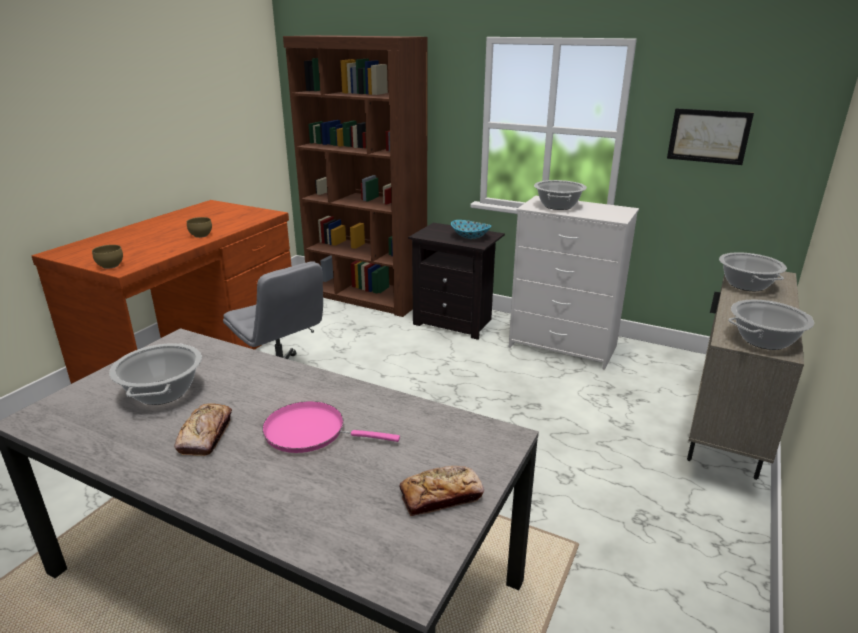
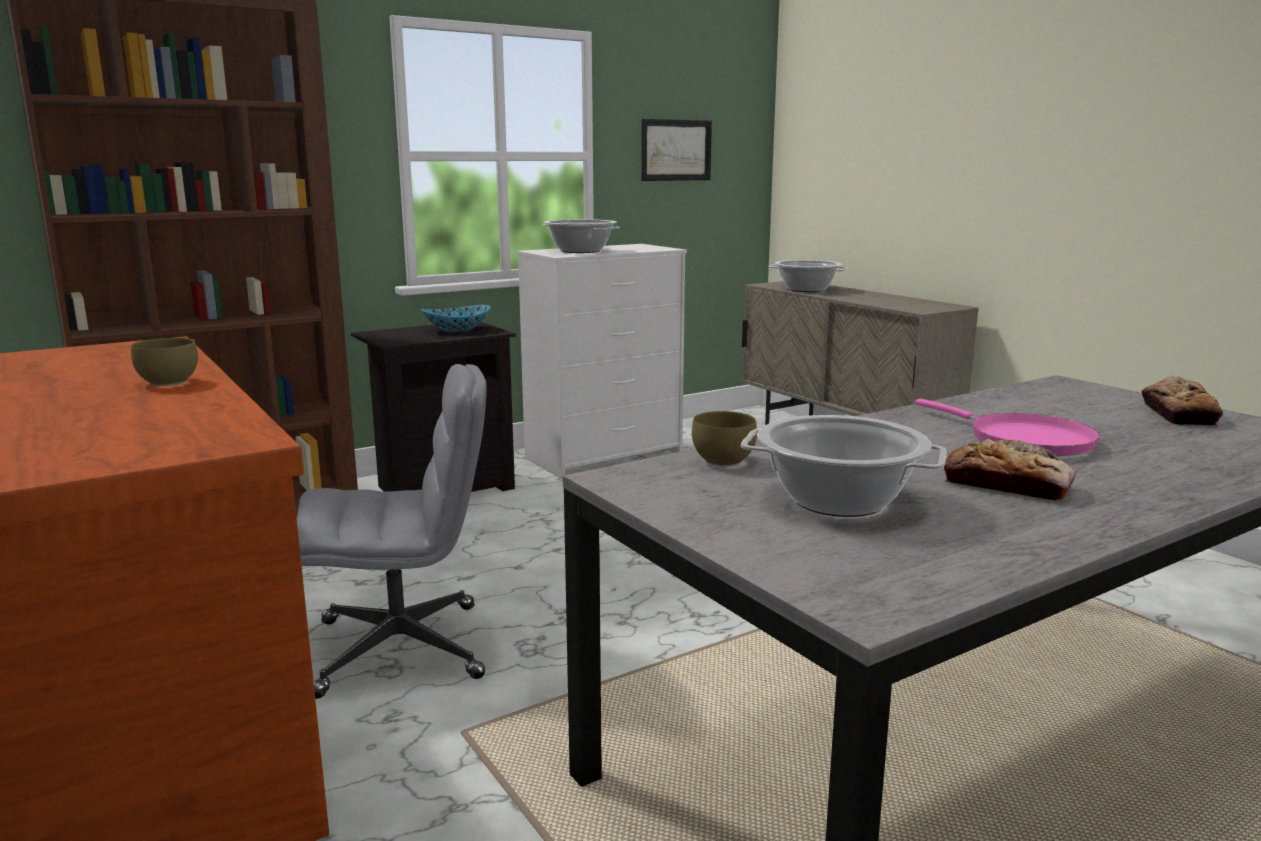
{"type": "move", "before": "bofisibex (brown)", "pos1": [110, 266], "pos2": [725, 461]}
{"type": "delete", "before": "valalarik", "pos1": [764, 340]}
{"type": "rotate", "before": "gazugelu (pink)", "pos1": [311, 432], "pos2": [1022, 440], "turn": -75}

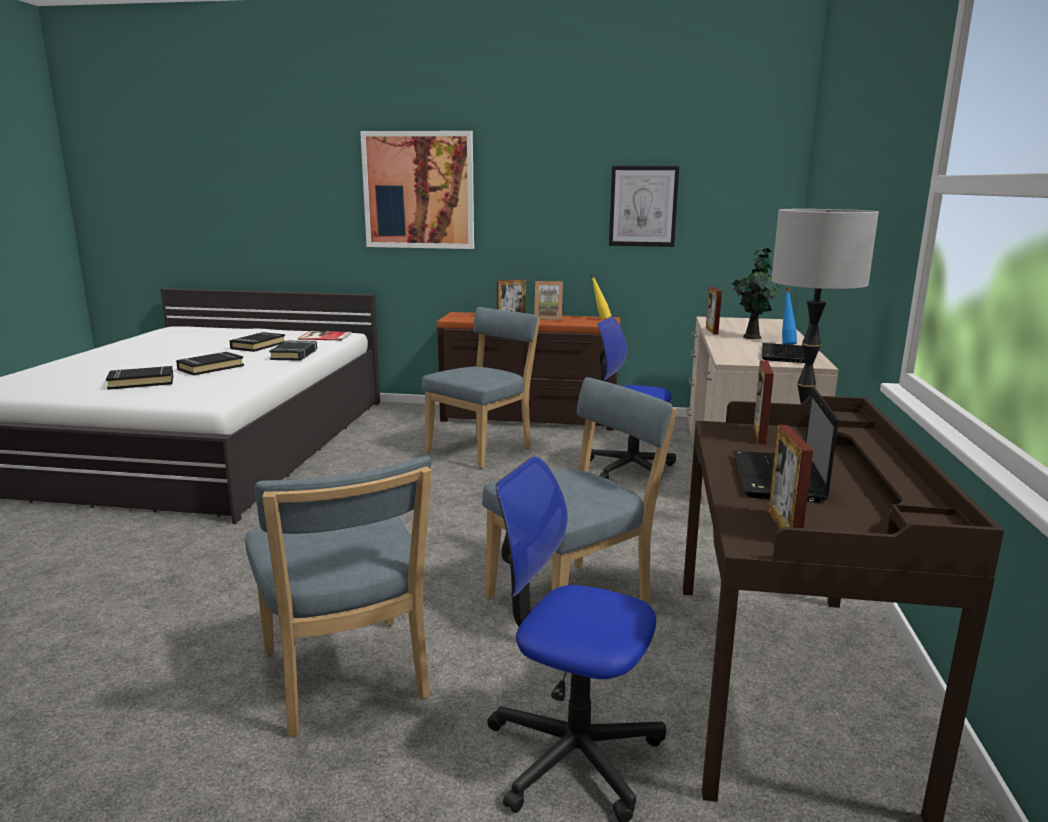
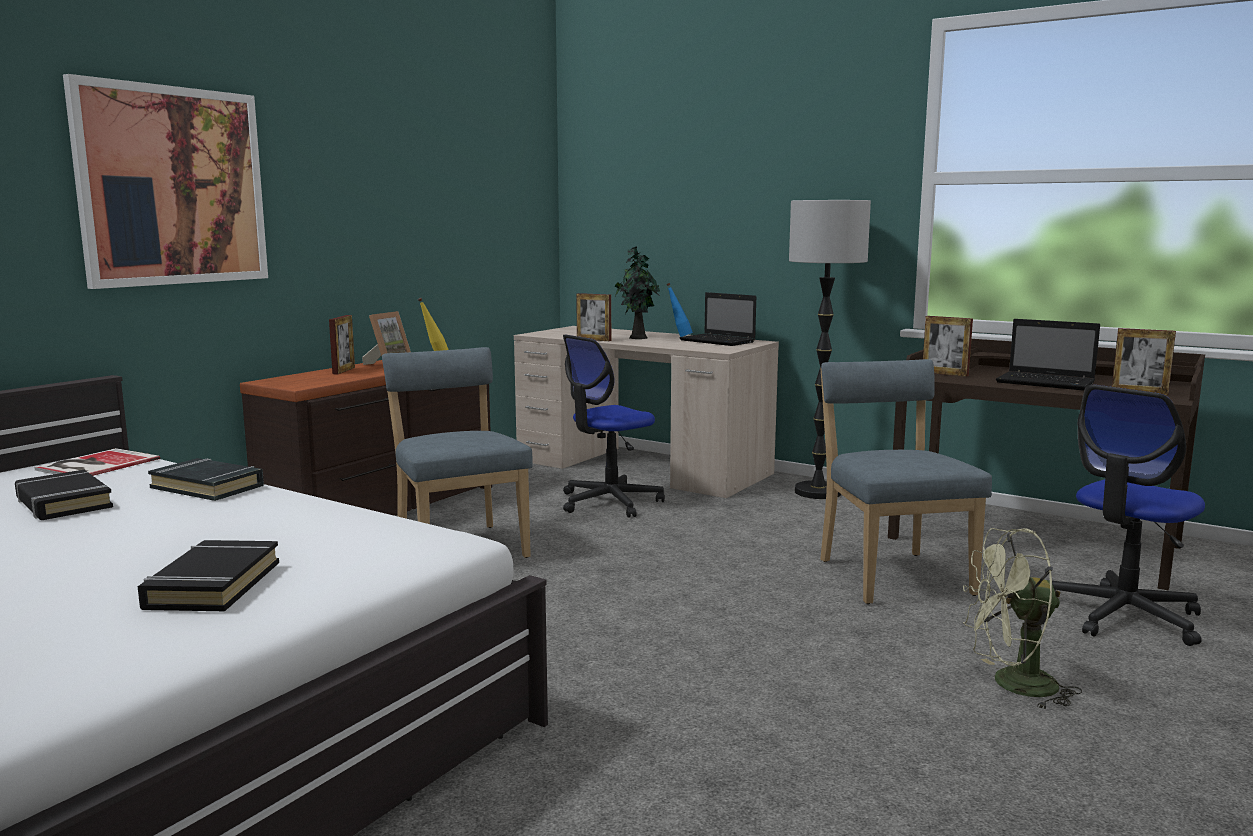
{"type": "delete", "before": "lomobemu", "pos1": [643, 206]}
{"type": "delete", "before": "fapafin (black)", "pos1": [210, 368]}
{"type": "replace", "before": "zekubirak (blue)", "after": "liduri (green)", "pos1": [346, 680], "pos2": [1012, 685]}

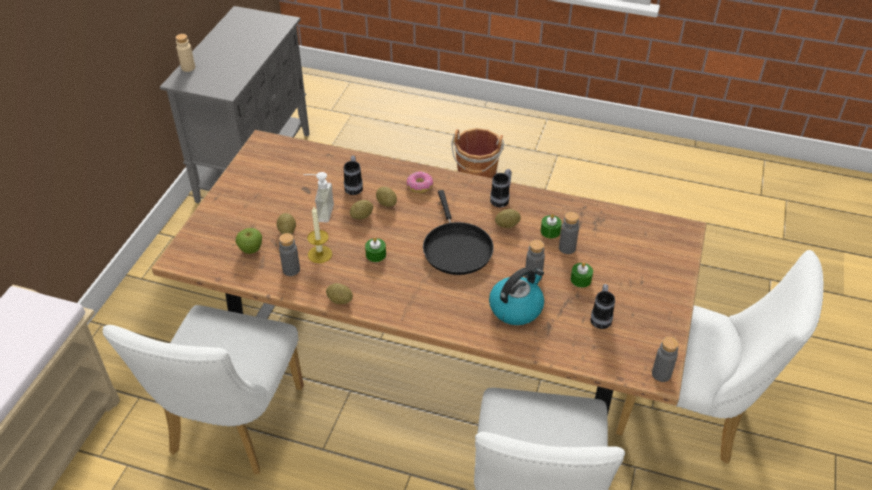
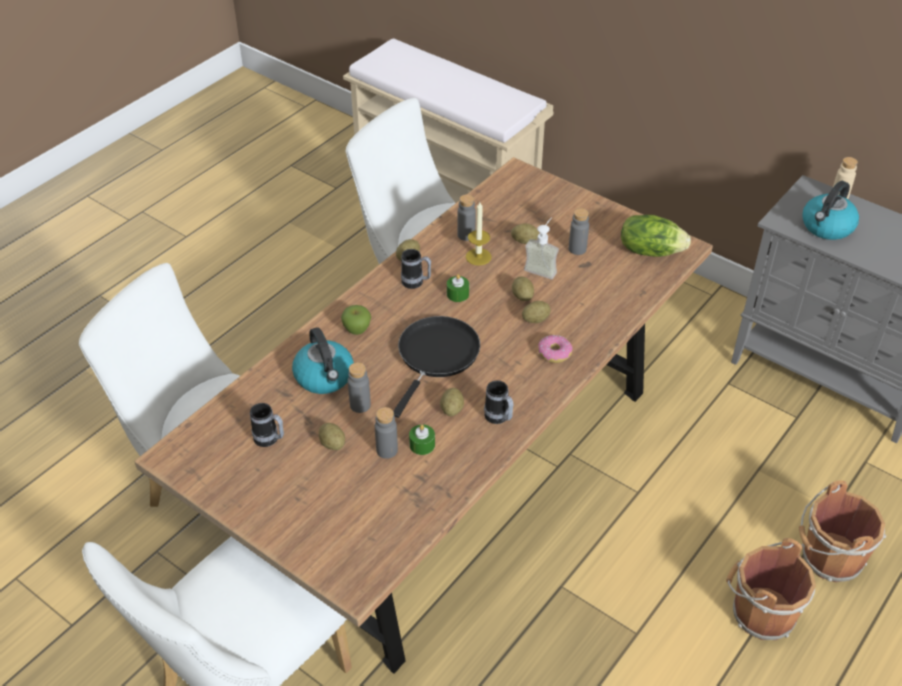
{"type": "move", "before": "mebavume", "pos1": [354, 187], "pos2": [416, 283]}
{"type": "rotate", "before": "gazugelu (black)", "pos1": [456, 248], "pos2": [436, 356], "turn": 105}
{"type": "move", "before": "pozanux", "pos1": [251, 250], "pos2": [357, 330]}
{"type": "replace", "before": "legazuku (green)", "after": "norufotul", "pos1": [581, 279], "pos2": [332, 444]}
{"type": "move", "before": "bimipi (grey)", "pos1": [661, 374], "pos2": [577, 249]}
{"type": "insert", "after": "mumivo", "pos2": [827, 227]}
{"type": "insert", "after": "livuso", "pos2": [650, 250]}
{"type": "insert", "after": "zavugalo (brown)", "pos2": [829, 559]}

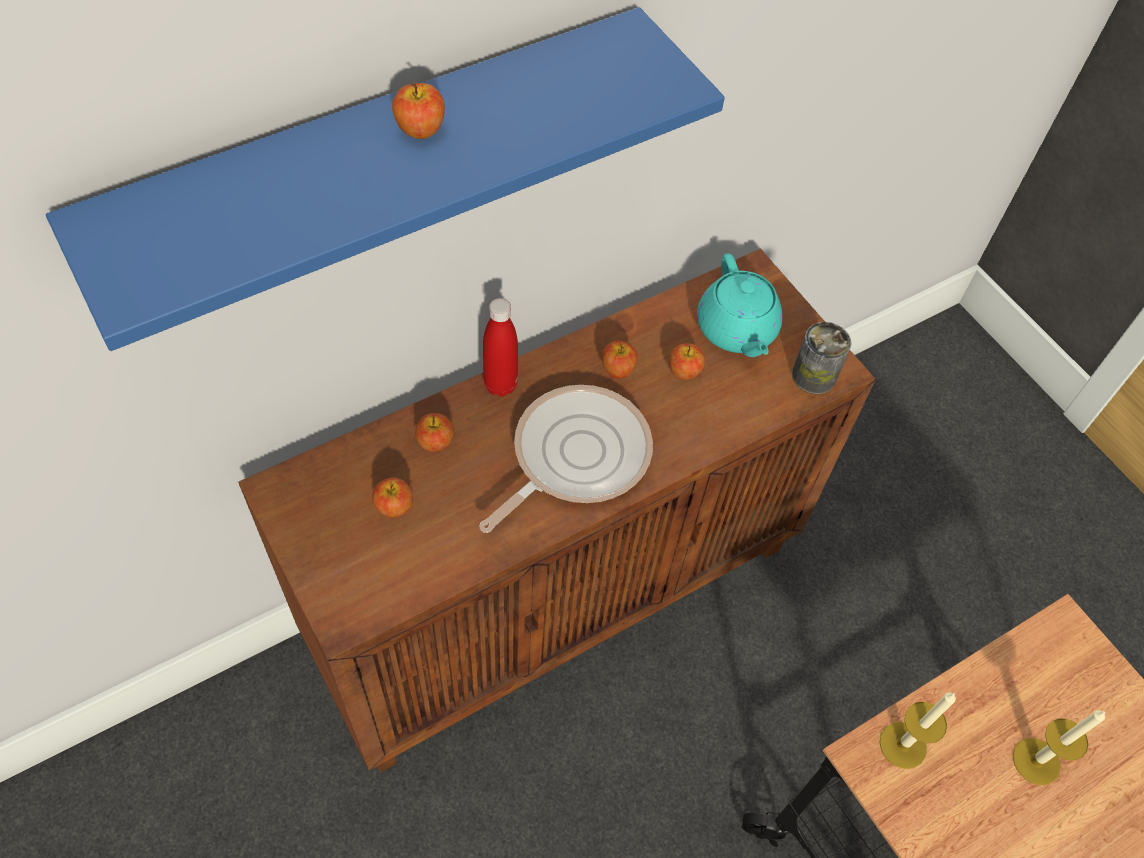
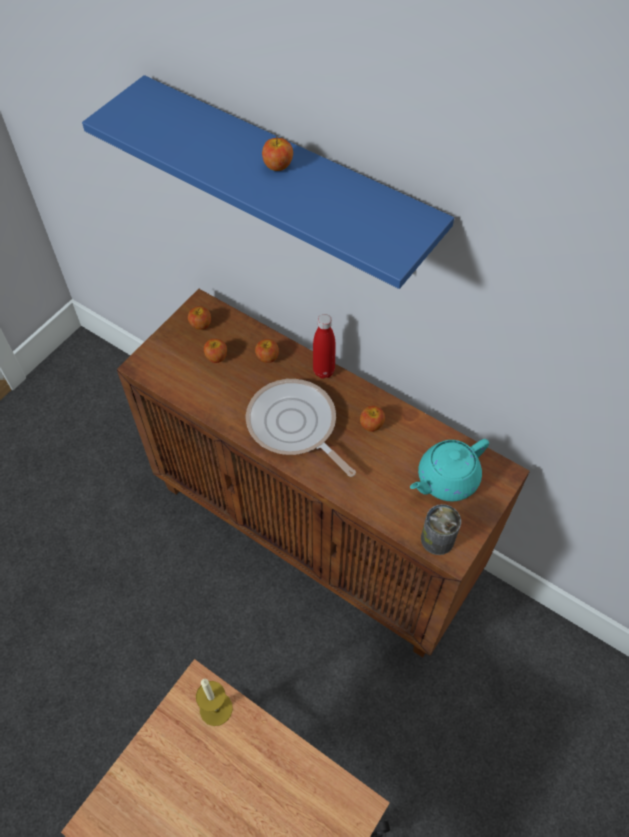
{"type": "move", "before": "pozanux", "pos1": [684, 371], "pos2": [200, 325]}
{"type": "rotate", "before": "gazugelu", "pos1": [574, 456], "pos2": [294, 426], "turn": -150}
{"type": "delete", "before": "legazuku", "pos1": [1036, 761]}

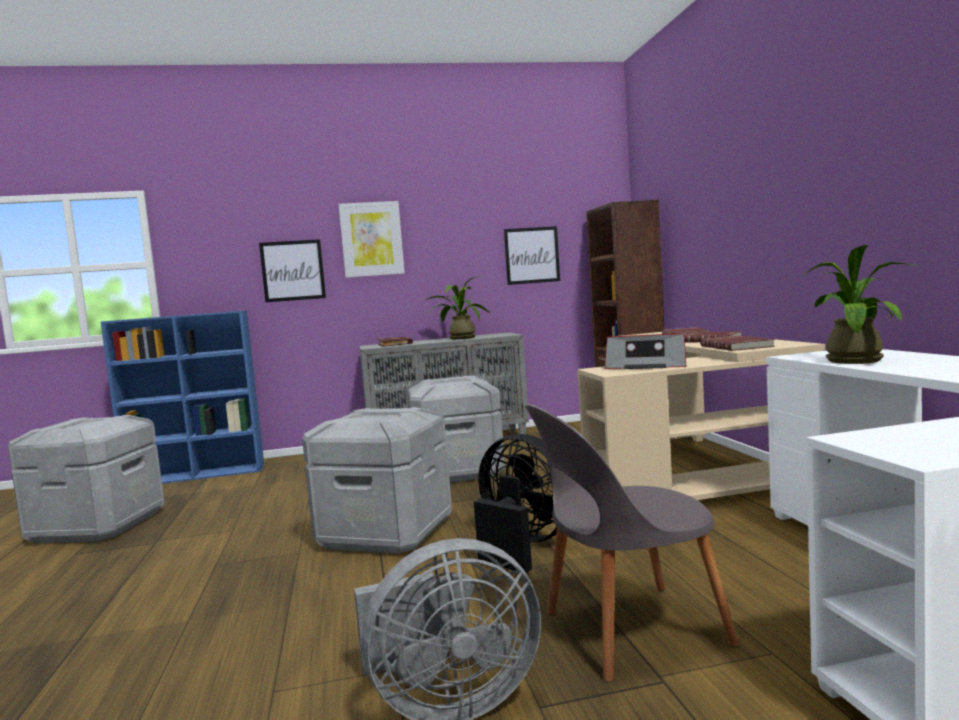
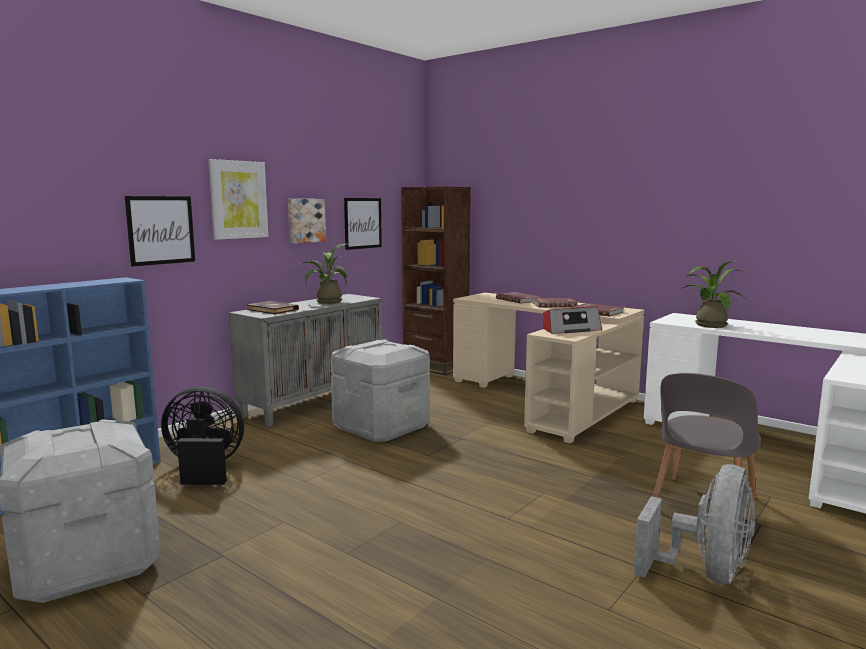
{"type": "delete", "before": "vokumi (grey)", "pos1": [386, 533]}
{"type": "move", "before": "liduri (black)", "pos1": [522, 546], "pos2": [204, 468]}
{"type": "insert", "after": "lomobemu", "pos2": [305, 220]}

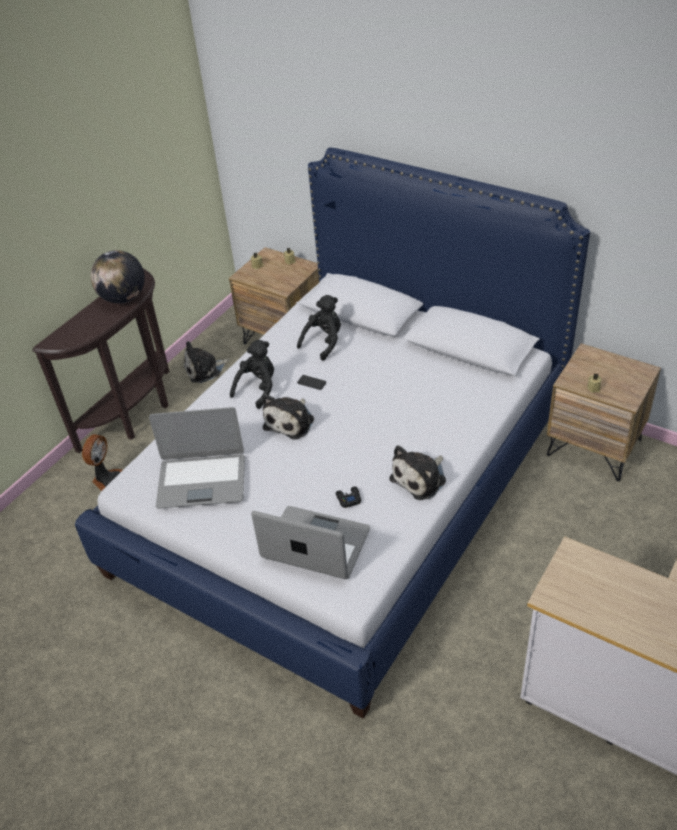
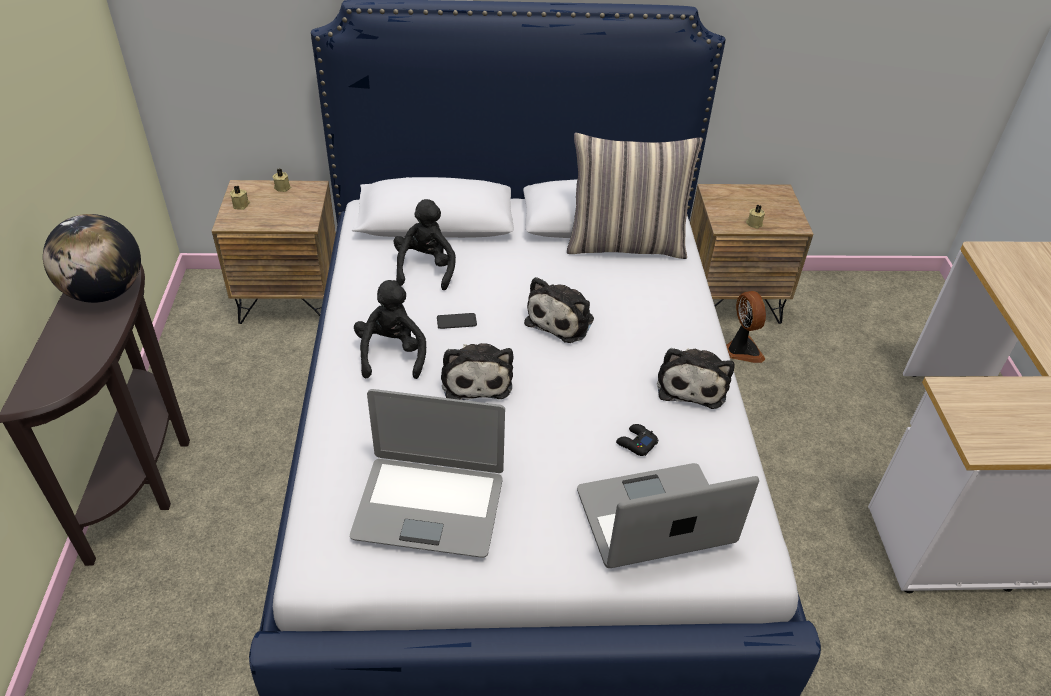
{"type": "move", "before": "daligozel", "pos1": [205, 370], "pos2": [562, 319]}
{"type": "rotate", "before": "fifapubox", "pos1": [202, 481], "pos2": [429, 505], "turn": 45}
{"type": "move", "before": "liduri", "pos1": [107, 480], "pos2": [741, 350]}
{"type": "insert", "after": "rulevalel", "pos2": [626, 244]}

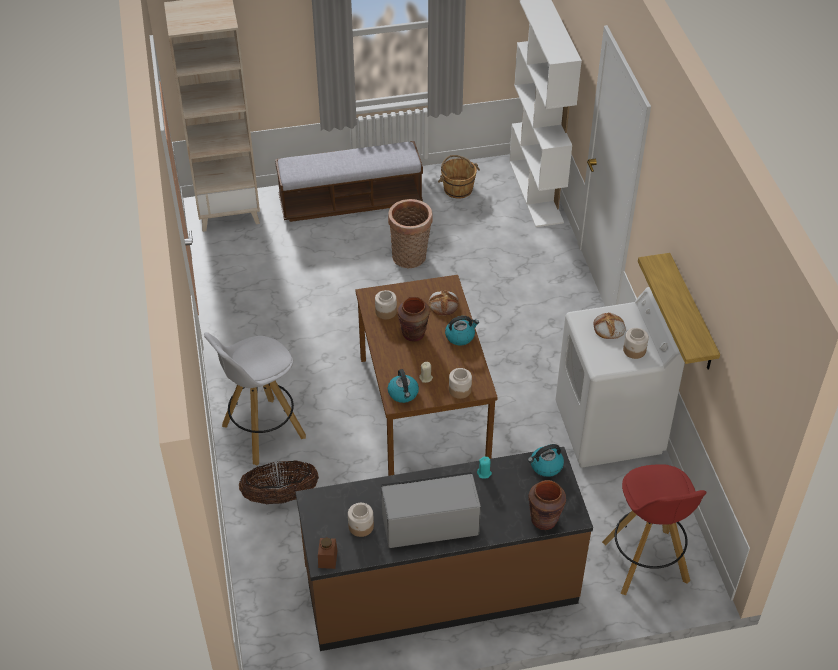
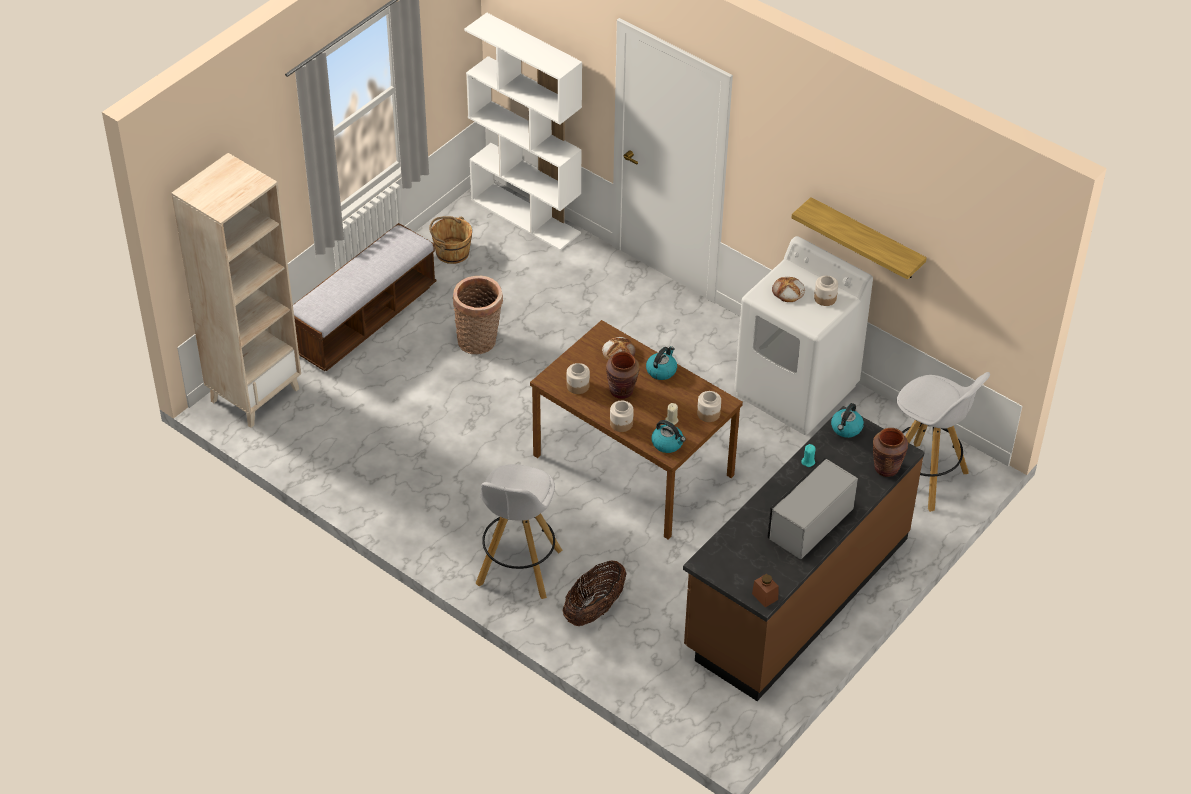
{"type": "recolor", "before": "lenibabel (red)", "after": "lenibabel (white)", "pos1": [646, 563], "pos2": [925, 478]}
{"type": "move", "before": "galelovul", "pos1": [361, 526], "pos2": [621, 423]}

